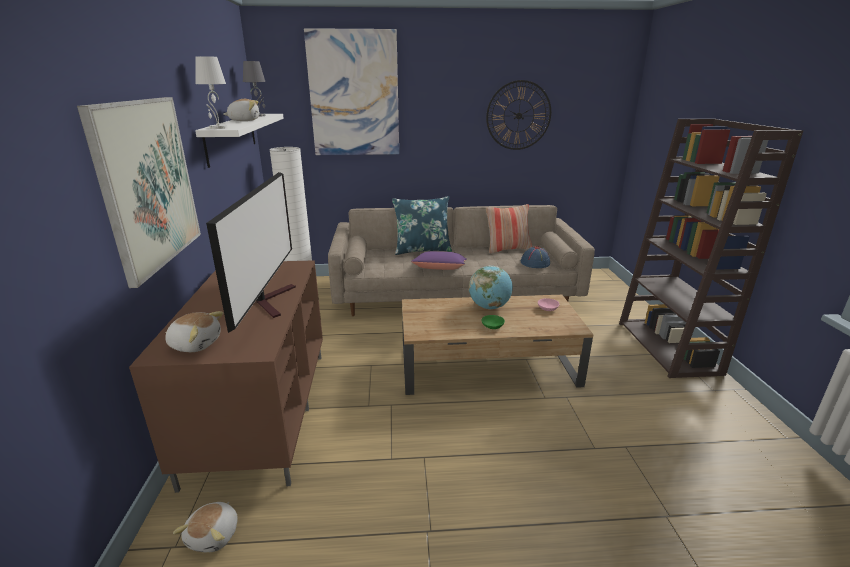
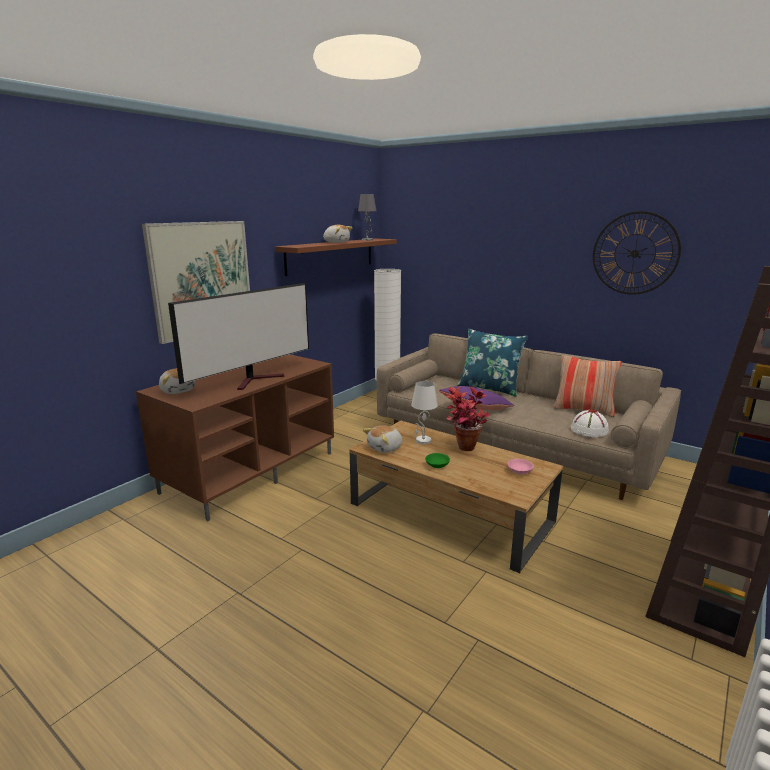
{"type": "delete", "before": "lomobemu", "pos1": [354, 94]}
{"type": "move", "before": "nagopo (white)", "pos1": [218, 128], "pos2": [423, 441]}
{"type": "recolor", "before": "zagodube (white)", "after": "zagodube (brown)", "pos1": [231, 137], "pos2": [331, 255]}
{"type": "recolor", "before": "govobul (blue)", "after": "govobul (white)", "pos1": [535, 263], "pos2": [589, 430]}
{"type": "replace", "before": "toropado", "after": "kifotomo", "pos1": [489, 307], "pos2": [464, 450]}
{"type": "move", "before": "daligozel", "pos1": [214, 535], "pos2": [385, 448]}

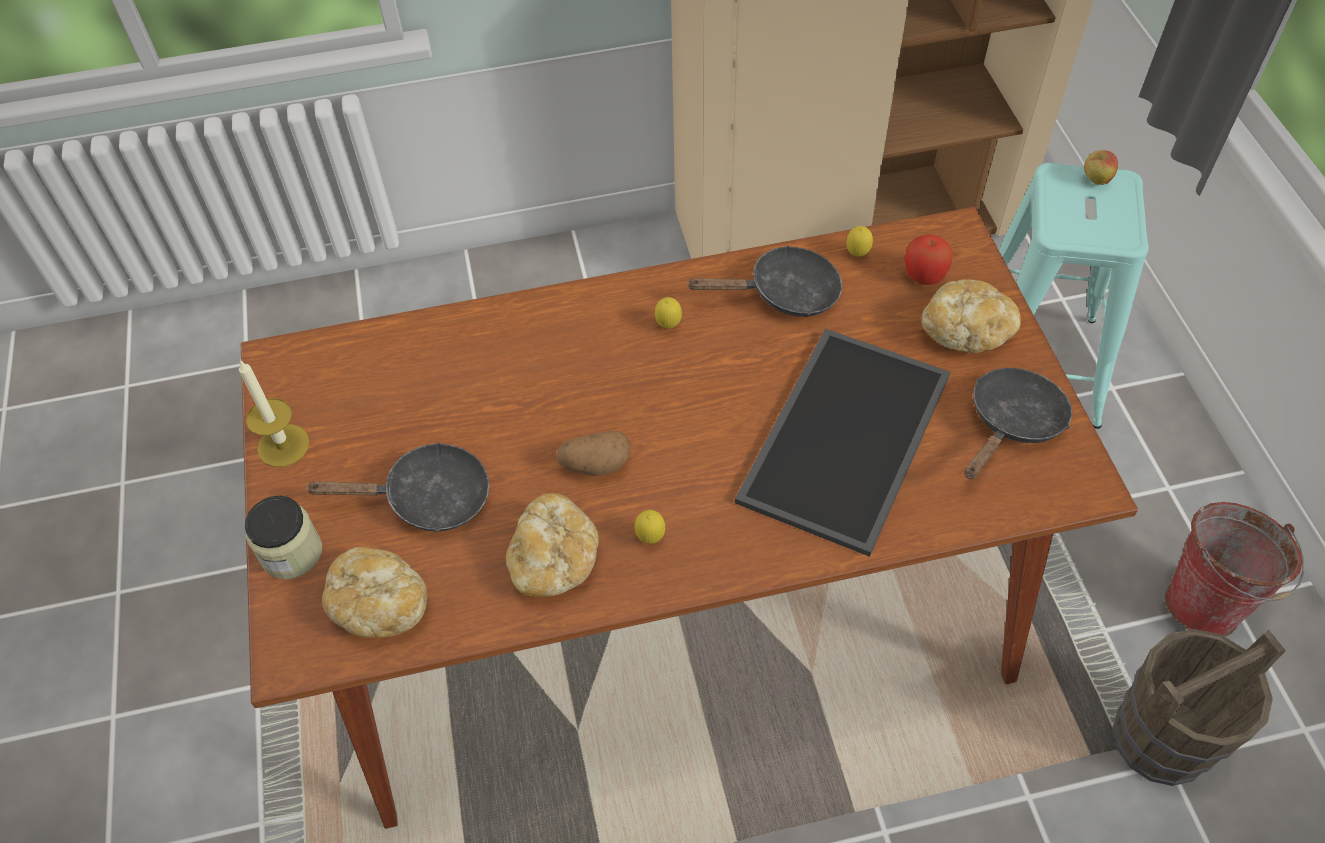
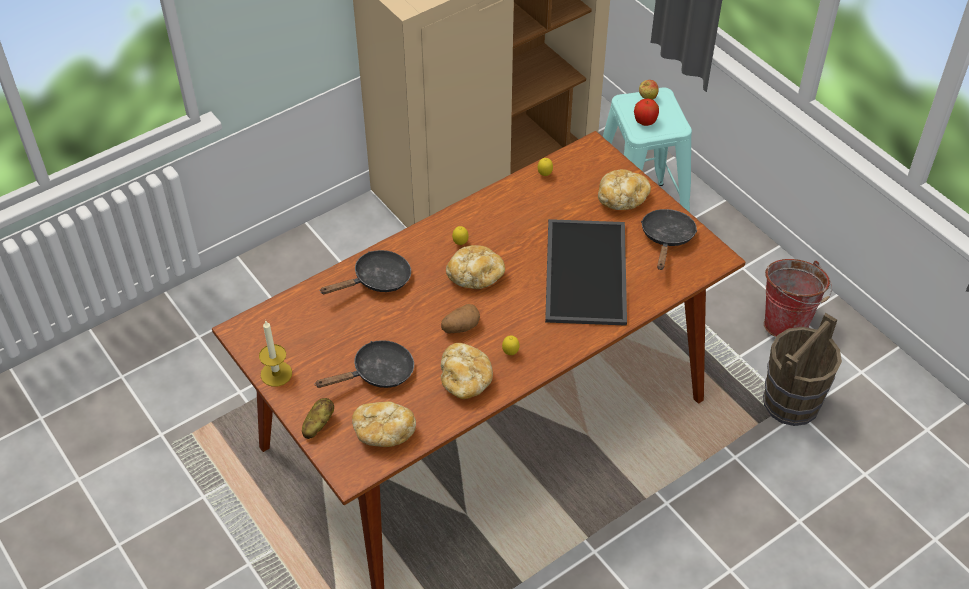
{"type": "move", "before": "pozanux", "pos1": [924, 276], "pos2": [645, 121]}
{"type": "move", "before": "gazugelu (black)", "pos1": [785, 293], "pos2": [377, 280]}
{"type": "replace", "before": "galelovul", "after": "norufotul", "pos1": [292, 553], "pos2": [318, 425]}
{"type": "insert", "after": "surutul", "pos2": [475, 276]}

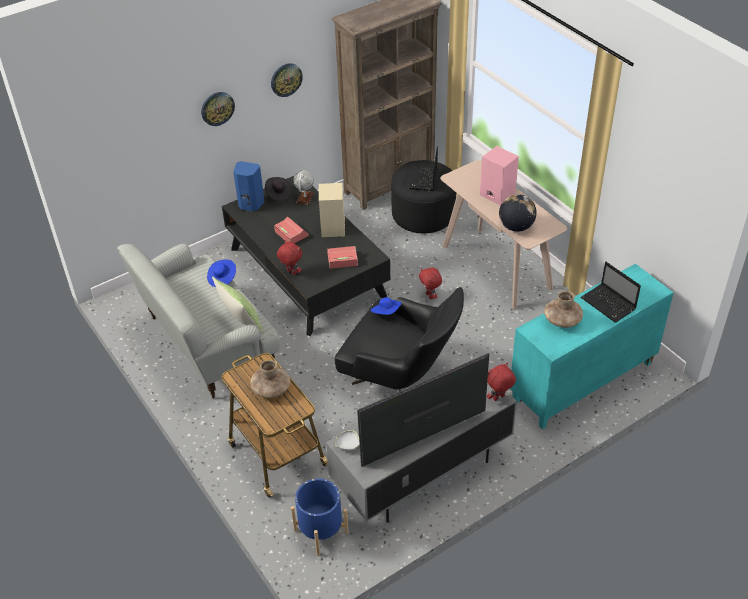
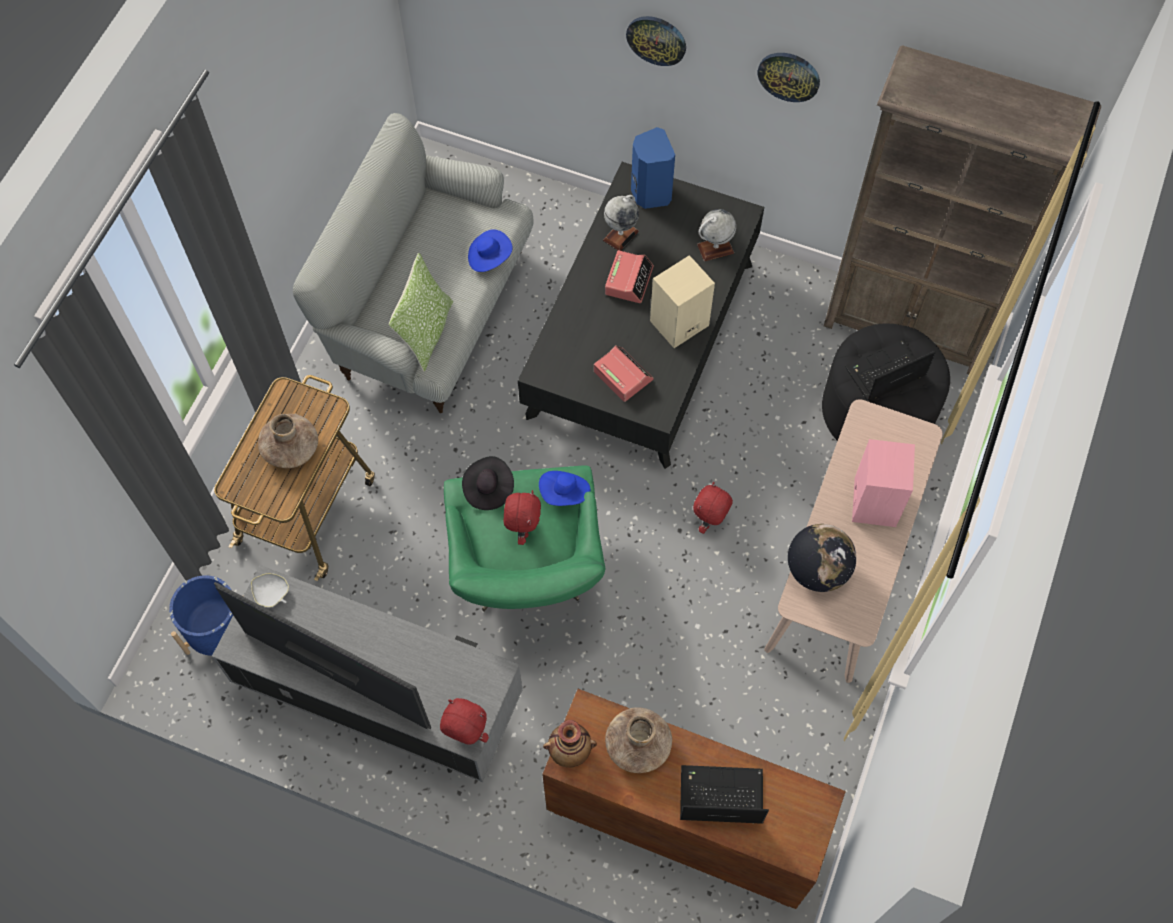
{"type": "move", "before": "govobul (black)", "pos1": [278, 194], "pos2": [488, 489]}
{"type": "move", "before": "daligozel (red)", "pos1": [291, 272], "pos2": [523, 529]}
{"type": "rotate", "before": "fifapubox", "pos1": [609, 304], "pos2": [719, 796], "turn": 75}
{"type": "recolor", "before": "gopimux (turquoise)", "after": "gopimux (brown)", "pos1": [582, 383], "pos2": [680, 824]}
{"type": "recolor", "before": "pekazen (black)", "after": "pekazen (green)", "pos1": [401, 378], "pos2": [527, 577]}
{"type": "insert", "after": "toropado", "pos2": [620, 235]}
{"type": "insert", "after": "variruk", "pos2": [570, 750]}

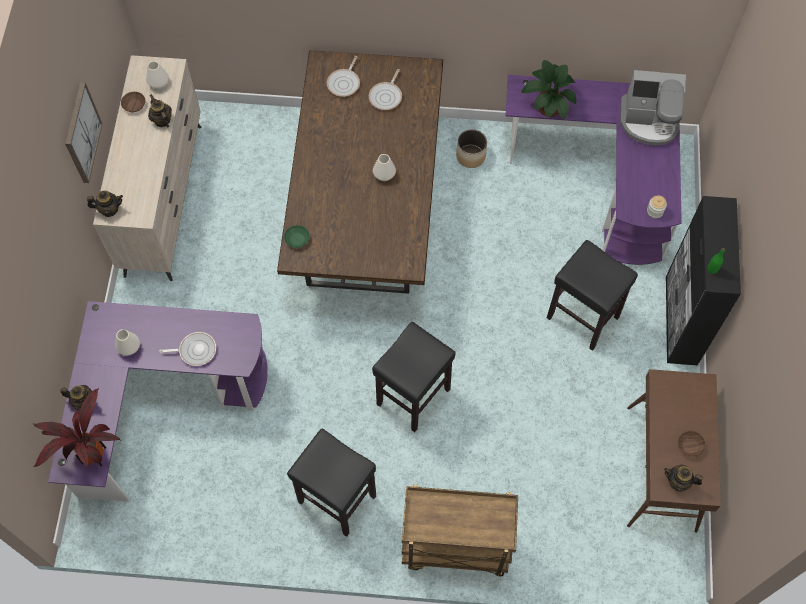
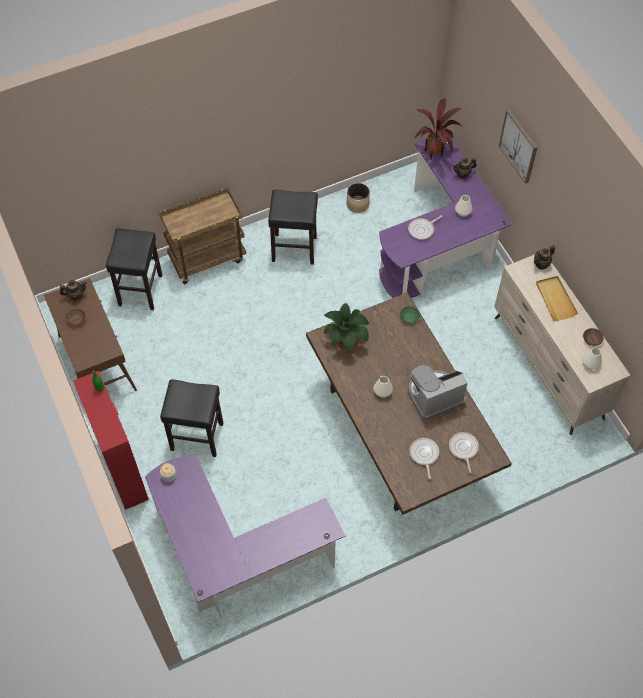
{"type": "move", "before": "kifotomo", "pos1": [548, 105], "pos2": [346, 340]}
{"type": "move", "before": "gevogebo", "pos1": [649, 121], "pos2": [434, 395]}
{"type": "move", "before": "lomobemu", "pos1": [81, 133], "pos2": [519, 146]}
{"type": "delete", "before": "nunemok", "pos1": [162, 120]}
{"type": "move", "before": "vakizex", "pos1": [471, 156], "pos2": [357, 204]}
{"type": "recolor", "before": "gopimux (black)", "after": "gopimux (red)", "pos1": [681, 321], "pos2": [123, 471]}
{"type": "move", "before": "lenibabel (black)", "pos1": [413, 397], "pos2": [140, 289]}
{"type": "insert", "after": "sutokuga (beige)", "pos2": [555, 299]}

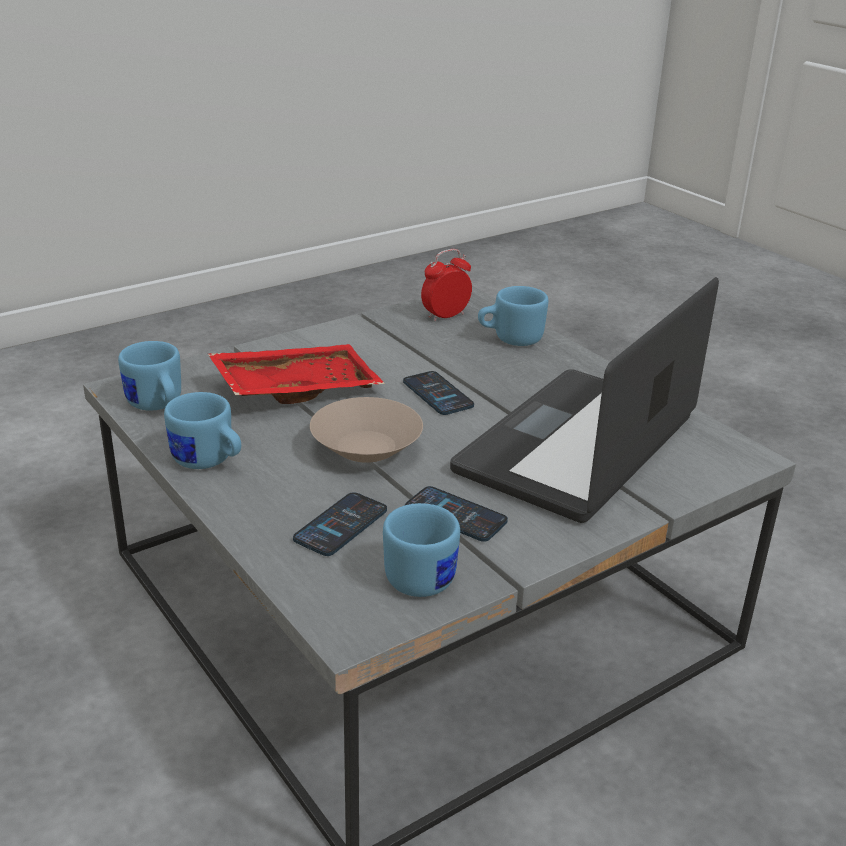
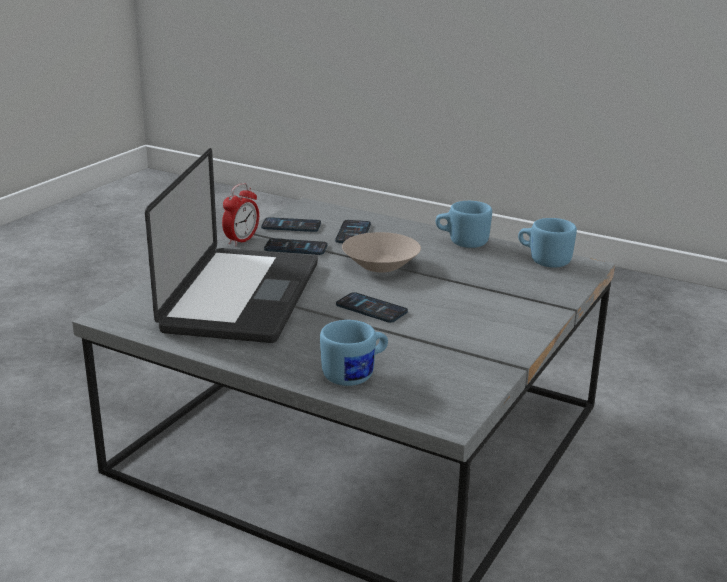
{"type": "move", "before": "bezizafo", "pos1": [445, 316], "pos2": [241, 240]}
{"type": "delete", "before": "sutokuga (red)", "pos1": [296, 388]}
{"type": "replace", "before": "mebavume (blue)", "after": "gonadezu", "pos1": [426, 574], "pos2": [291, 226]}

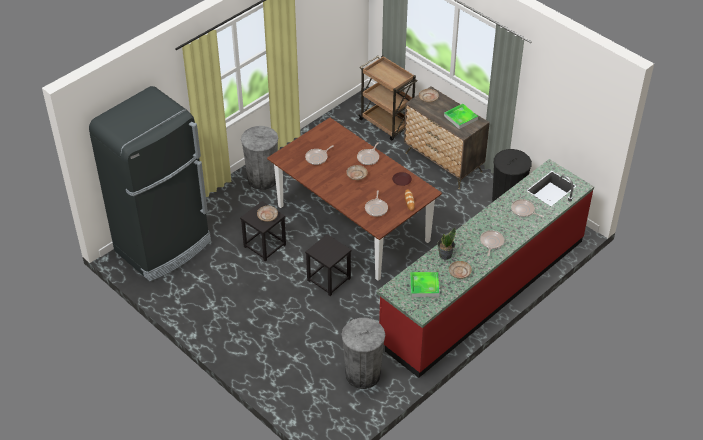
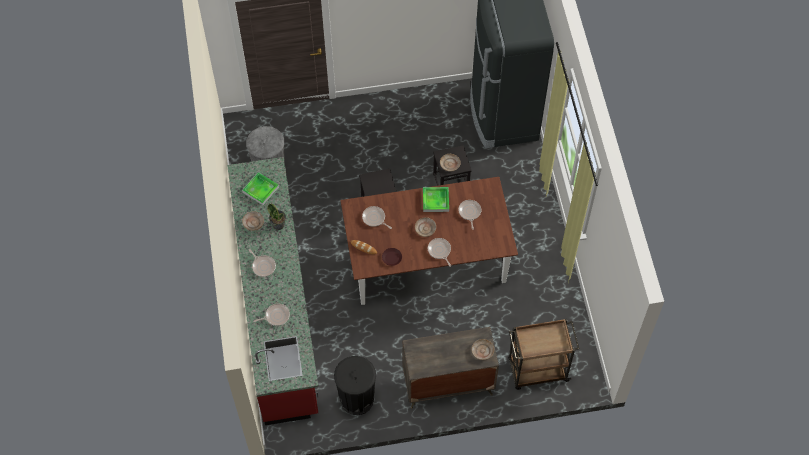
{"type": "move", "before": "sutokuga", "pos1": [460, 118], "pos2": [435, 200]}
{"type": "delete", "before": "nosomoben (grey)", "pos1": [262, 179]}

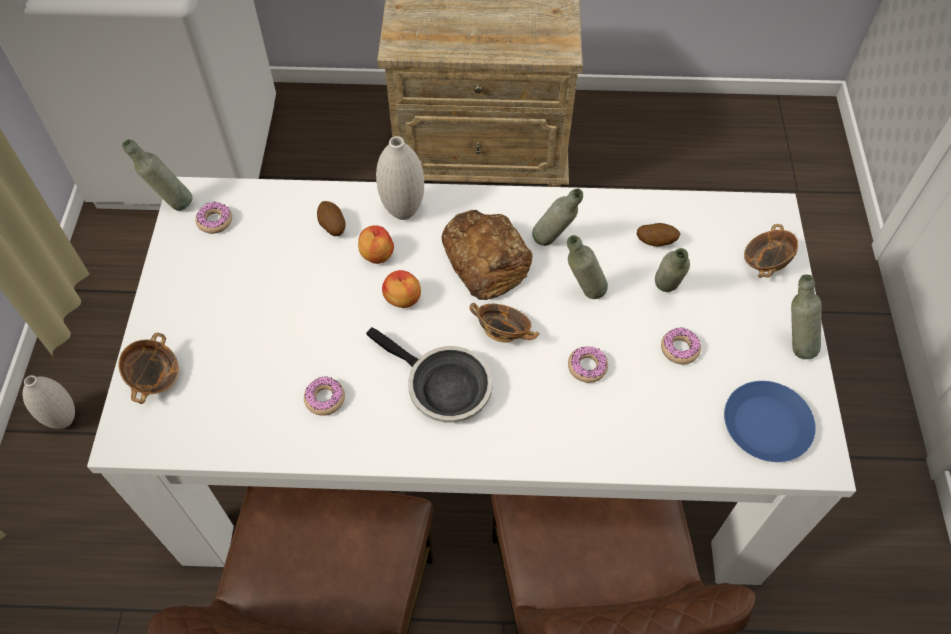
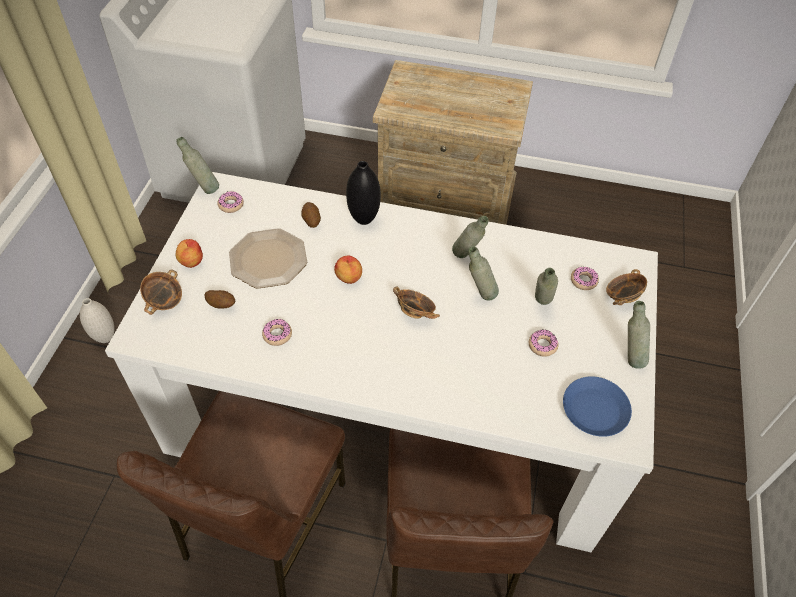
{"type": "recolor", "before": "variruk (white)", "after": "variruk (black)", "pos1": [403, 211], "pos2": [364, 219]}
{"type": "delete", "before": "surutul", "pos1": [486, 259]}
{"type": "move", "before": "norufotul", "pos1": [655, 242], "pos2": [222, 305]}
{"type": "move", "before": "pozanux", "pos1": [376, 255], "pos2": [191, 261]}
{"type": "delete", "before": "gazugelu", "pos1": [443, 387]}
{"type": "move", "before": "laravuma", "pos1": [587, 367], "pos2": [583, 281]}
{"type": "insert", "after": "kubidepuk", "pos2": [268, 260]}

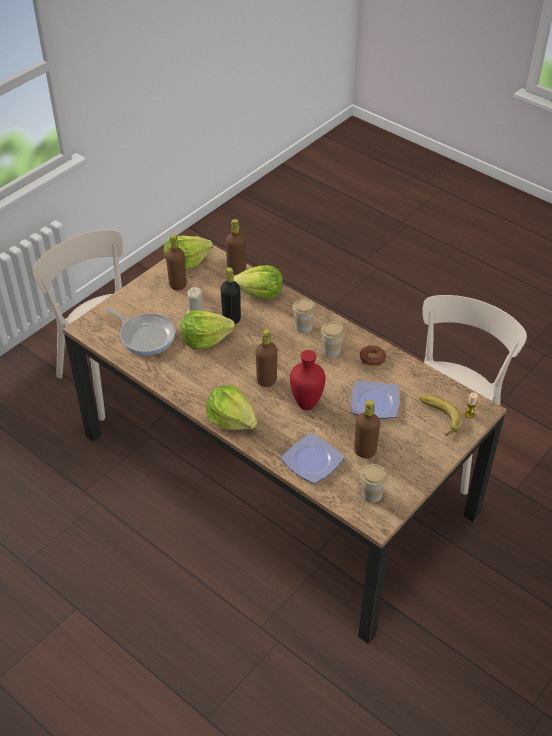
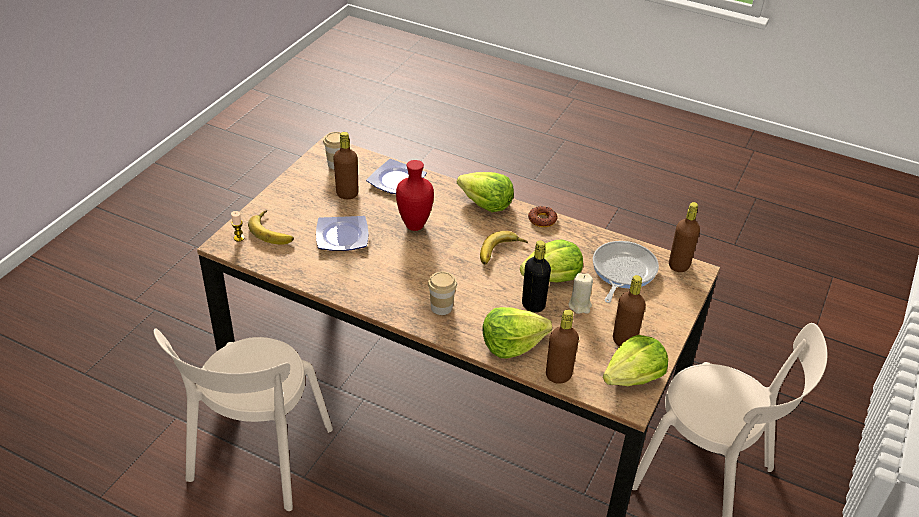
{"type": "rotate", "before": "gazugelu", "pos1": [145, 335], "pos2": [622, 271], "turn": 90}
{"type": "delete", "before": "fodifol", "pos1": [331, 350]}
{"type": "move", "before": "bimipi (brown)", "pos1": [266, 380], "pos2": [679, 265]}
{"type": "move", "before": "laravuma", "pos1": [372, 358], "pos2": [542, 220]}
{"type": "insert", "after": "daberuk", "pos2": [501, 253]}

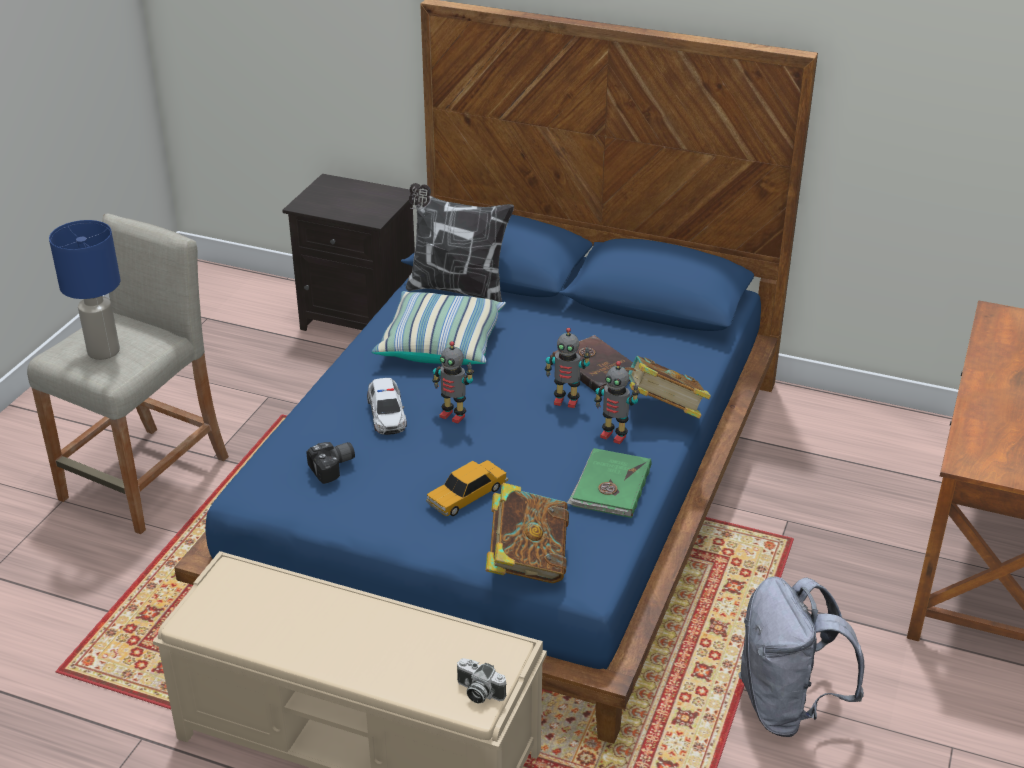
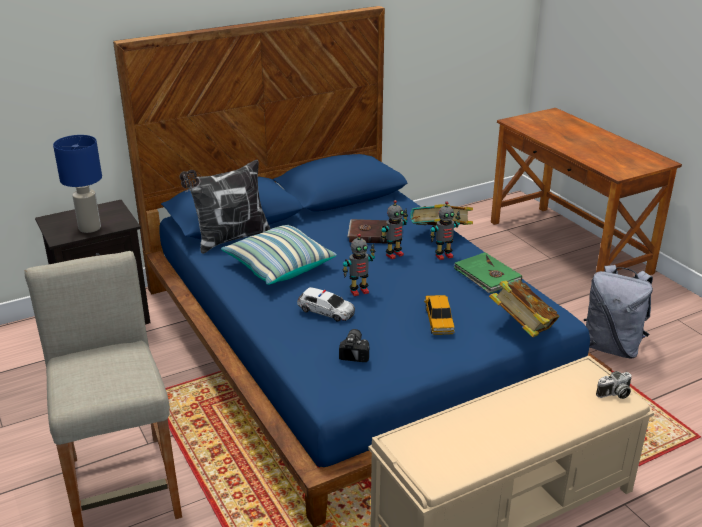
{"type": "move", "before": "nagopo (blue)", "pos1": [104, 351], "pos2": [90, 228]}

